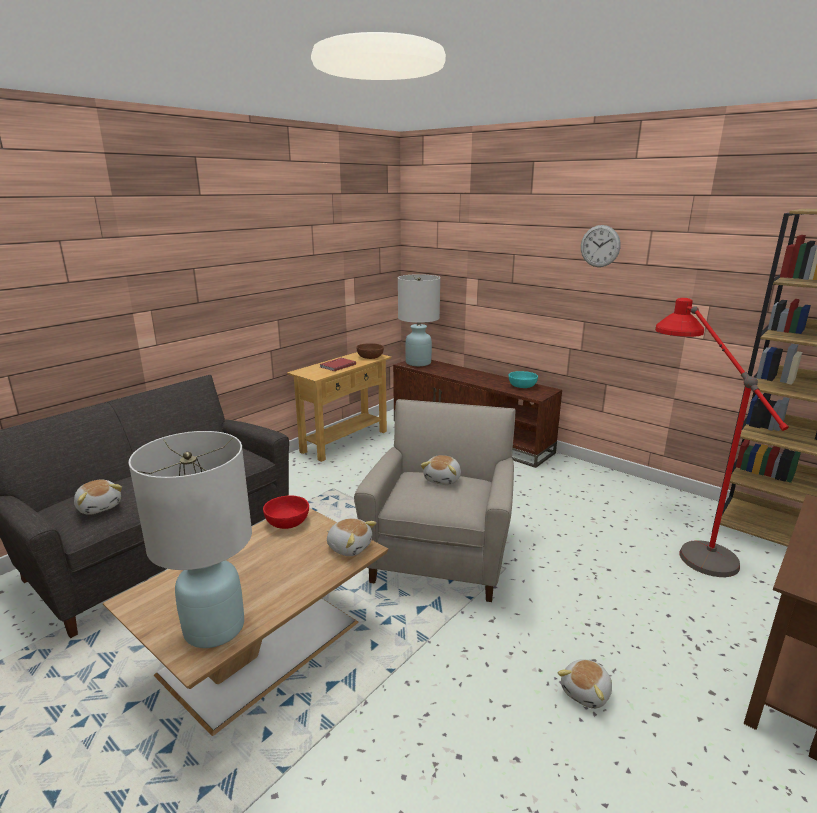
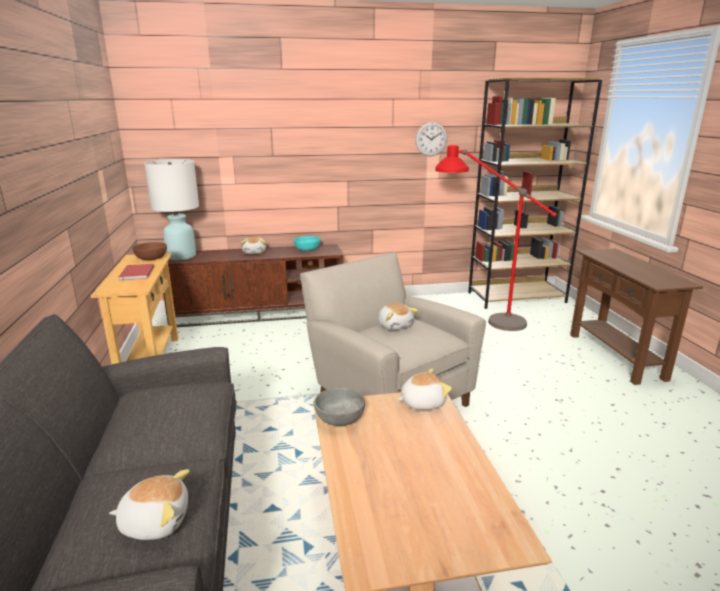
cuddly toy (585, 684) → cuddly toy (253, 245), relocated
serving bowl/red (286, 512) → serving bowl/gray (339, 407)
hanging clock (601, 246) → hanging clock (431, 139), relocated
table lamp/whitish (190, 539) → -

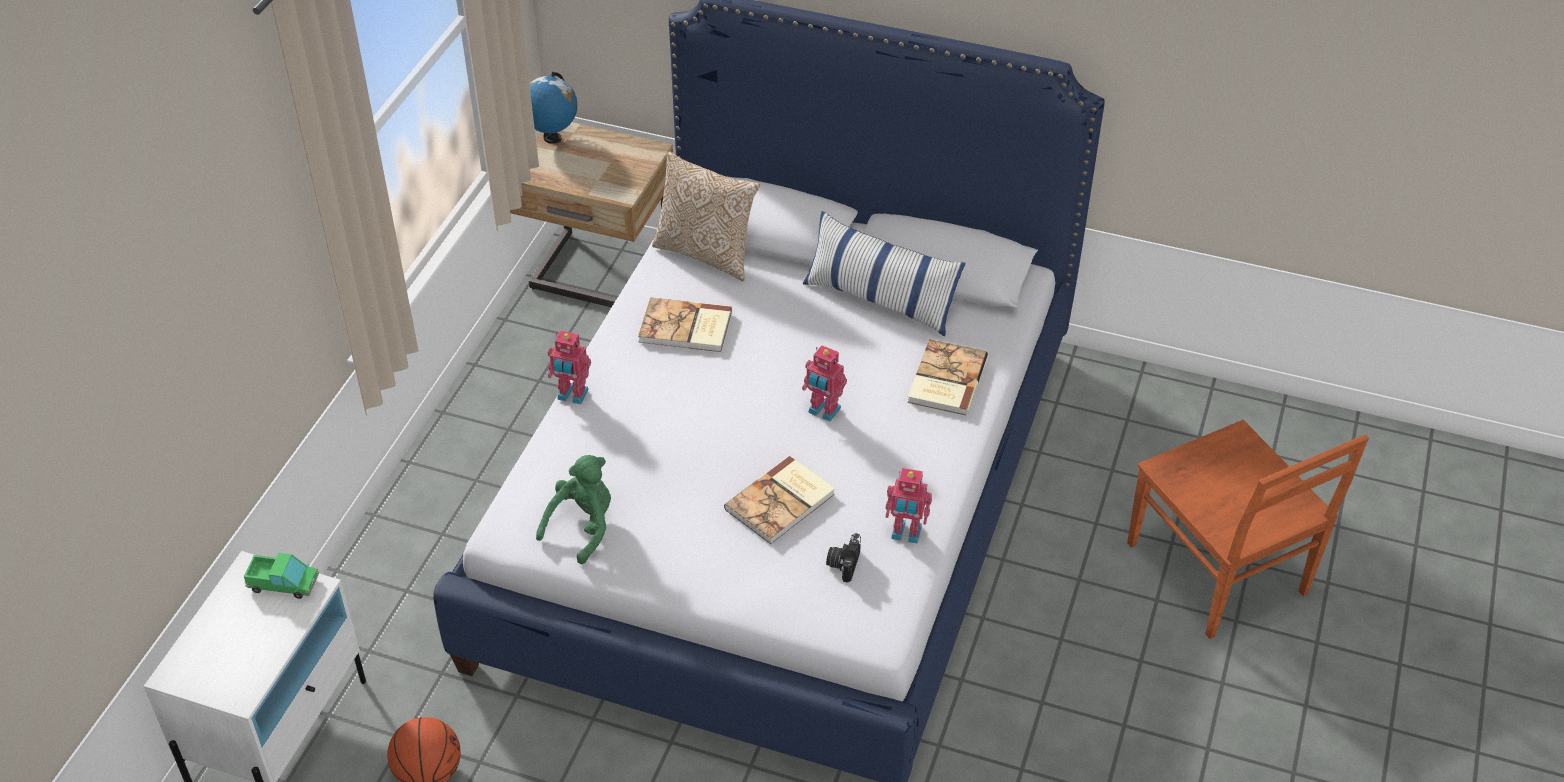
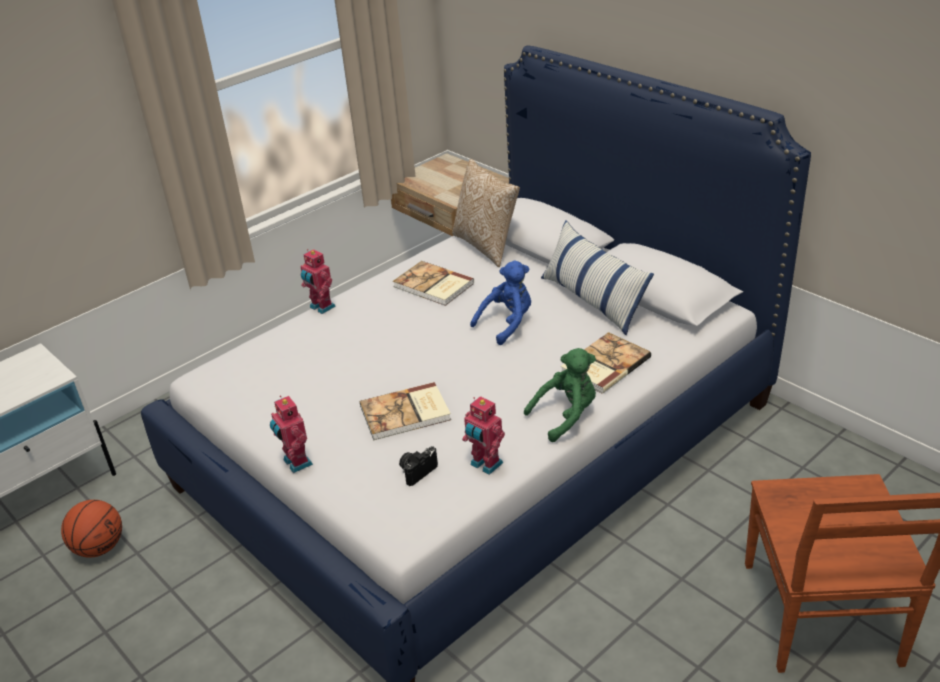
toy robot (824, 383) → toy robot (291, 434), relocated
- → cuddly toy/blue (500, 303)
cuddly toy/green (573, 509) → cuddly toy/green (560, 395), relocated
toy lorry (281, 576) → -
world globe (553, 108) → -

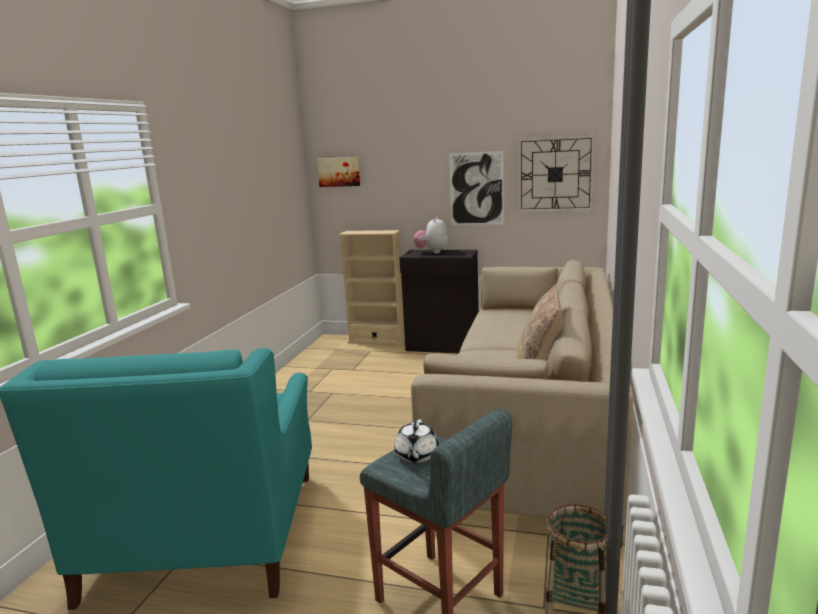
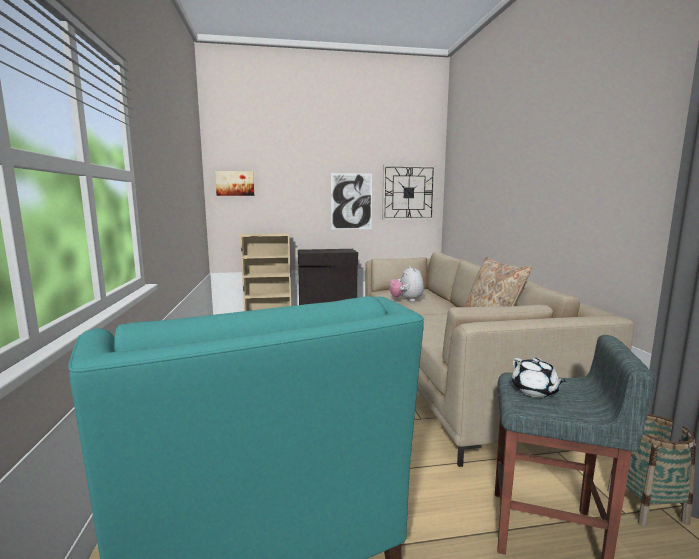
cuddly toy (430, 235) → cuddly toy (406, 284), relocated

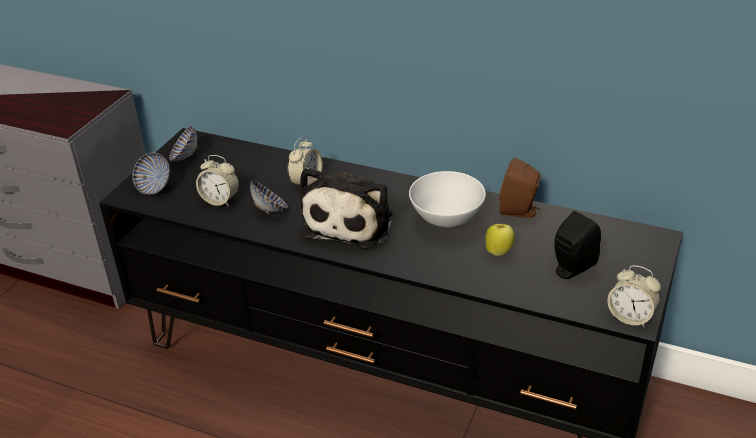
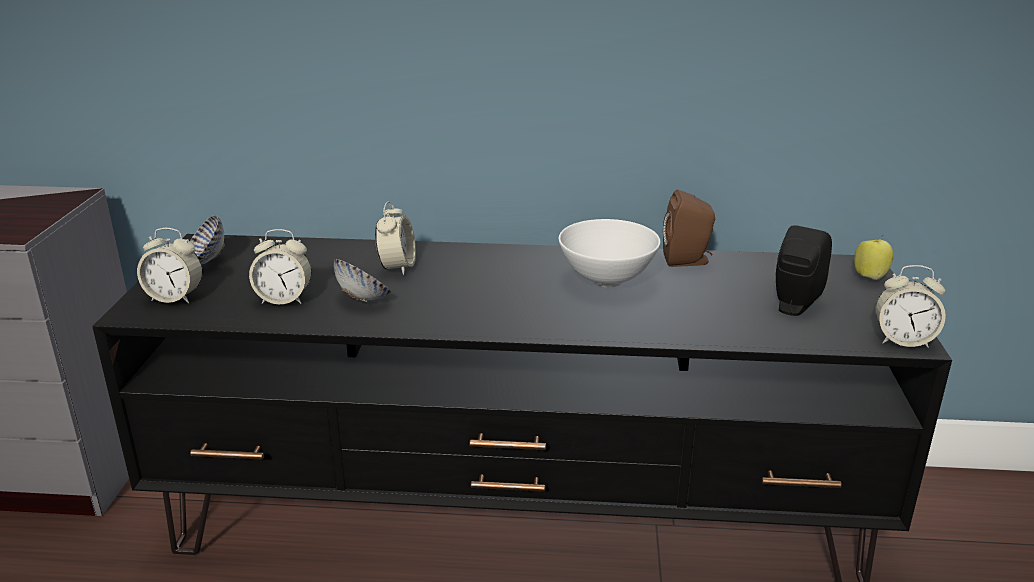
serving bowl (151, 174) → alarm clock (170, 266)
apple fruit (500, 240) → apple fruit (873, 257), relocated
cuddly toy (346, 208) → -

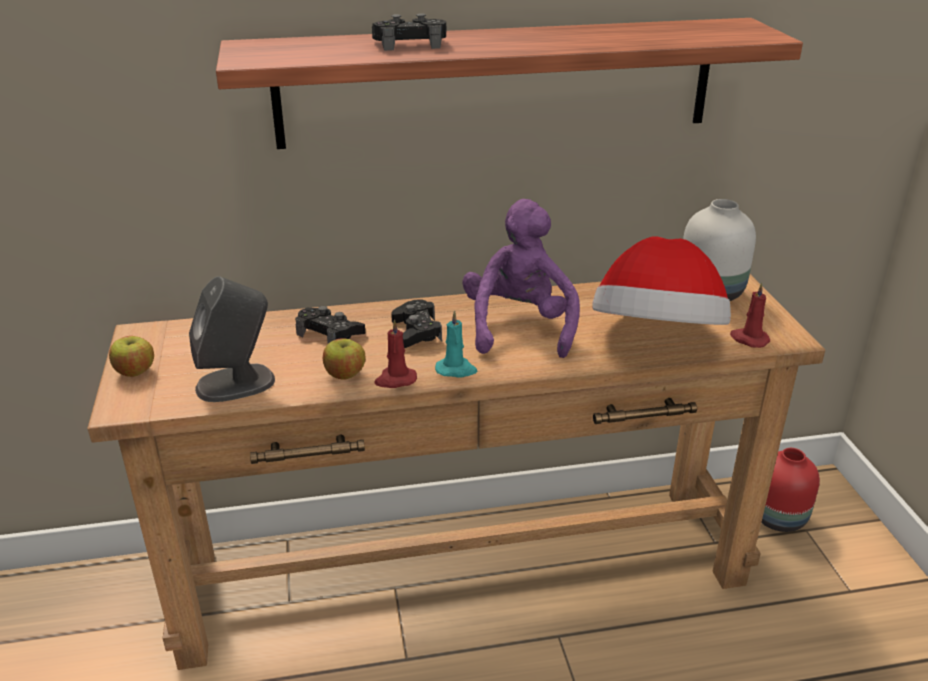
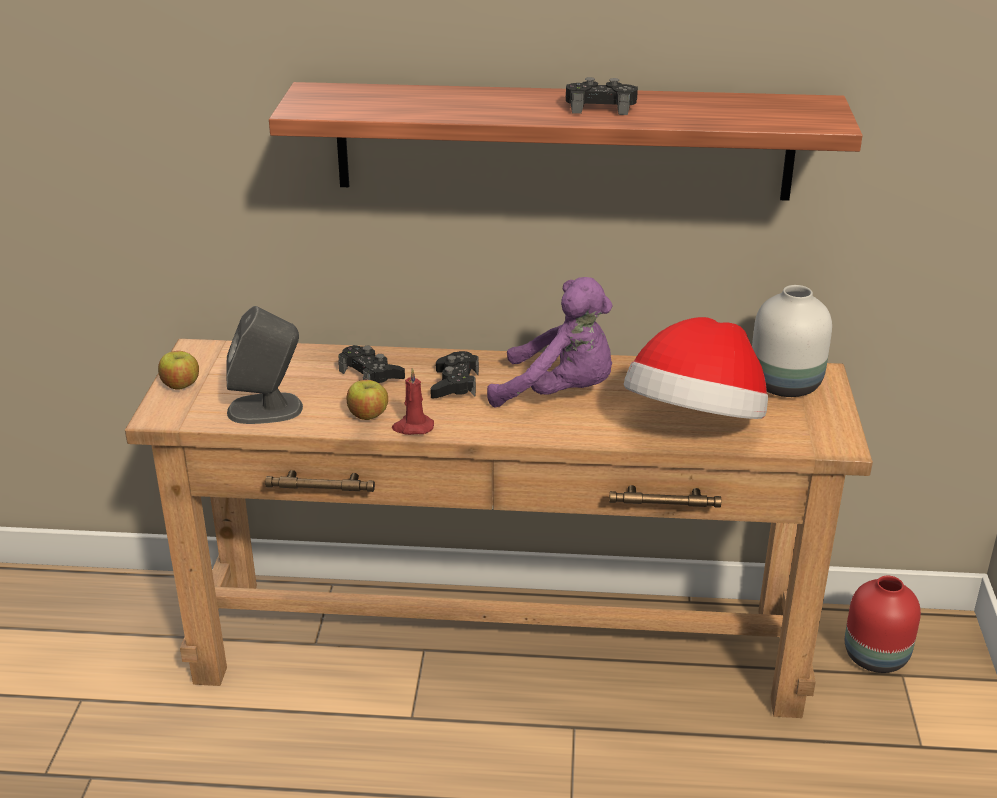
cuddly toy/purple (521, 278) → cuddly toy/purple (550, 342), 90 degrees clockwise
joypad/black-coloured (409, 32) → joypad/black-coloured (601, 96), relocated
wax light/turquoise-coloured (456, 344) → -
wax light/red (750, 315) → -

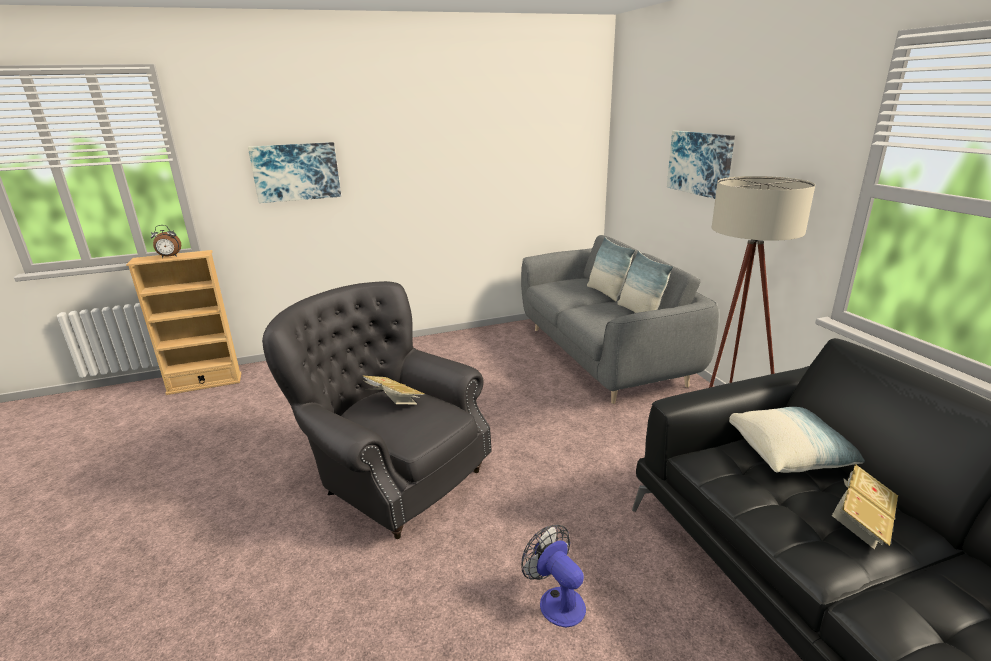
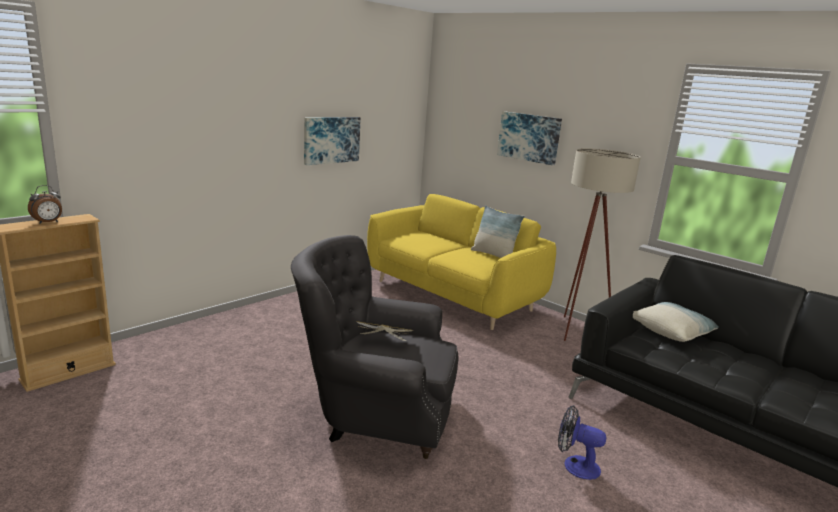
wall picture (294, 172) → wall picture (332, 141), relocated
couch/gray (620, 319) → couch/yellowish (461, 262)
throw pillow (611, 269) → -
volume (865, 506) → -

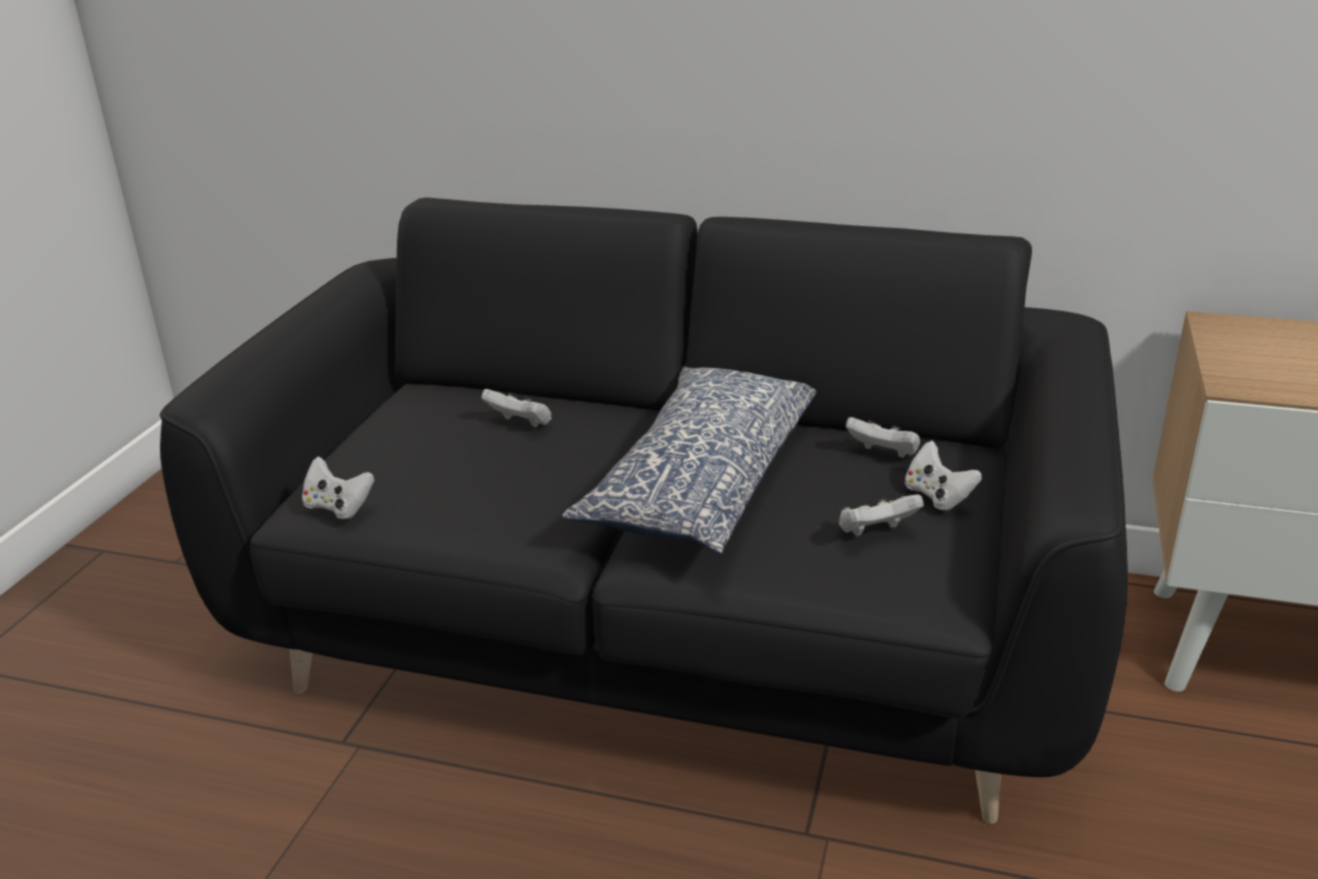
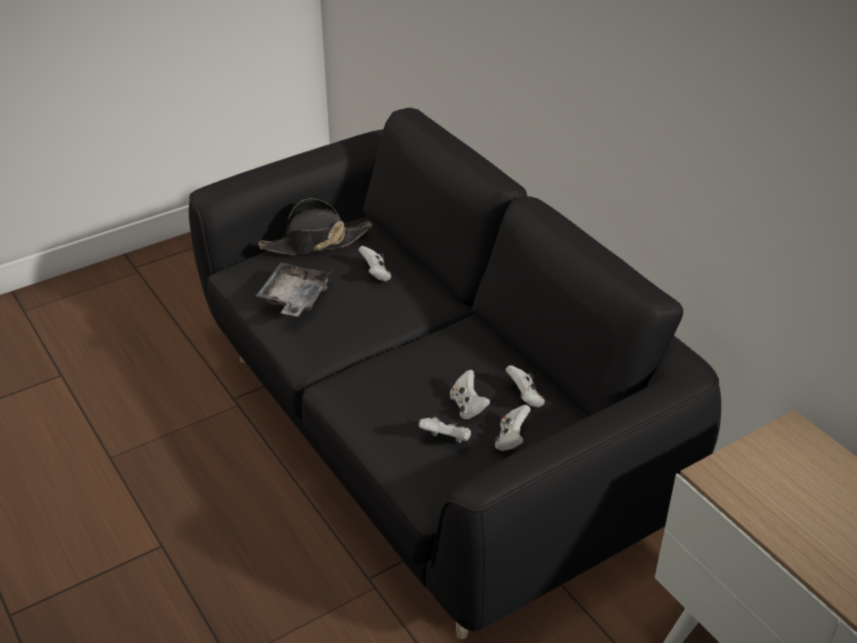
- → serving tray/gray (294, 289)
- → hat/black-coloured (315, 226)
joypad/whitish (338, 488) → joypad/whitish (470, 394), relocated
throw pillow (689, 460) → -

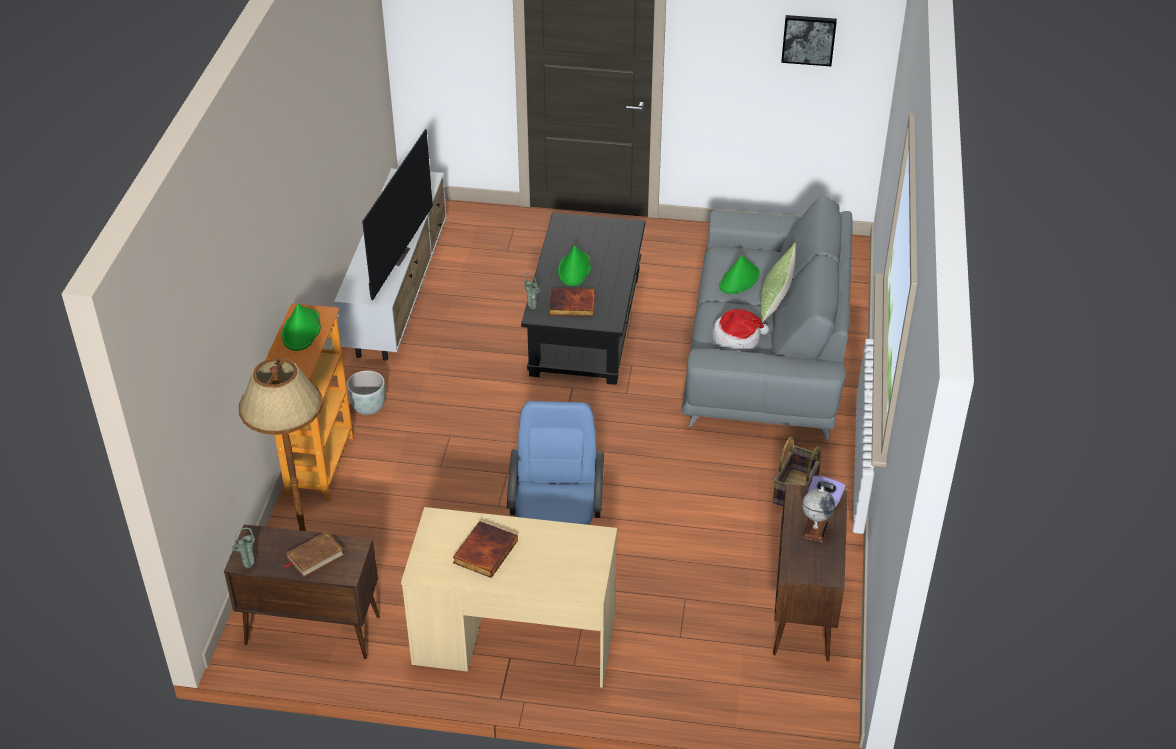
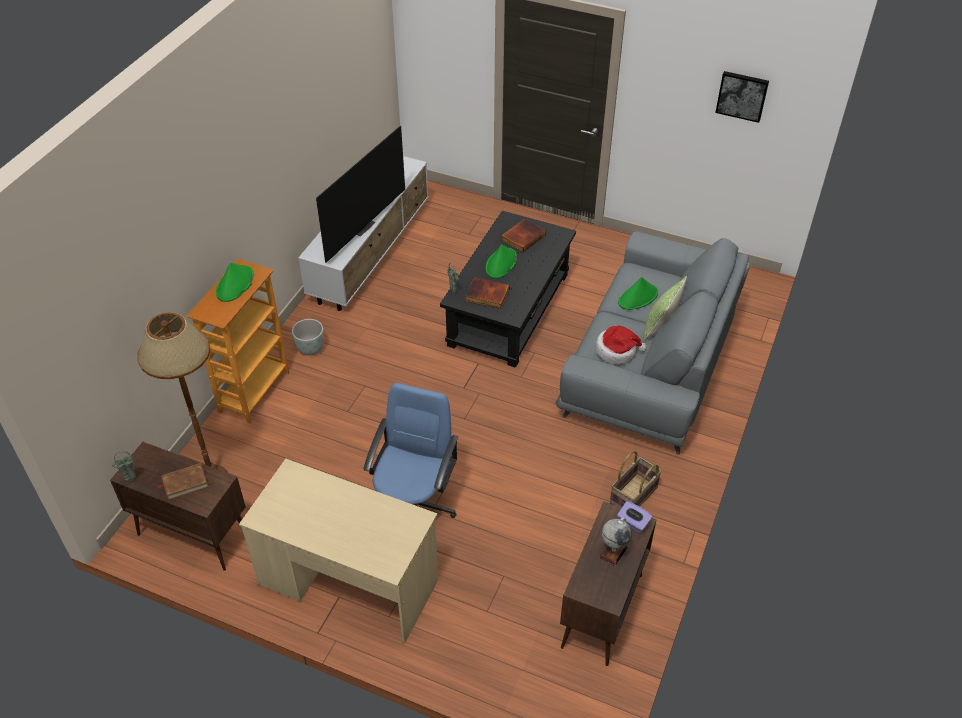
volume (485, 549) → volume (523, 235), relocated

